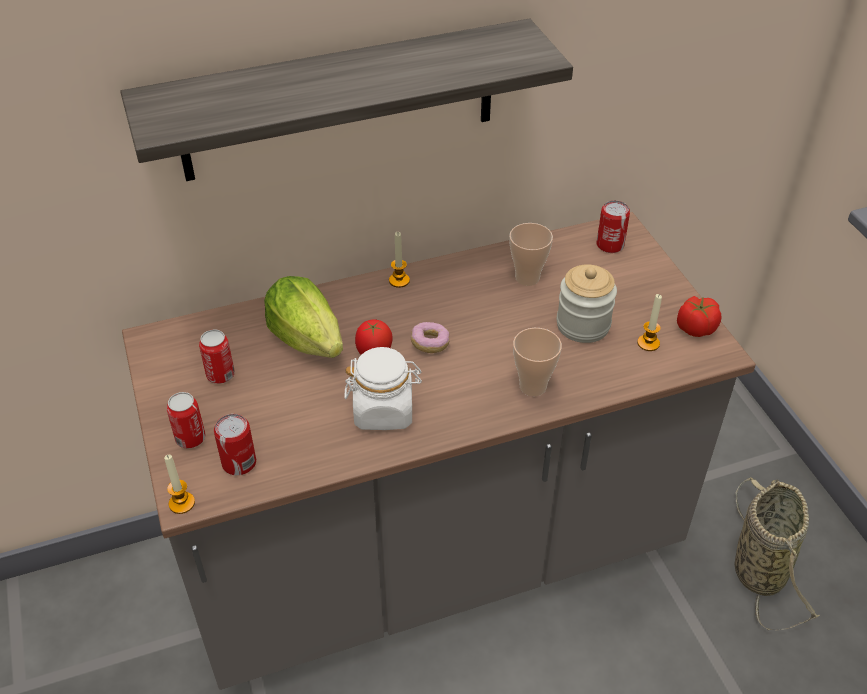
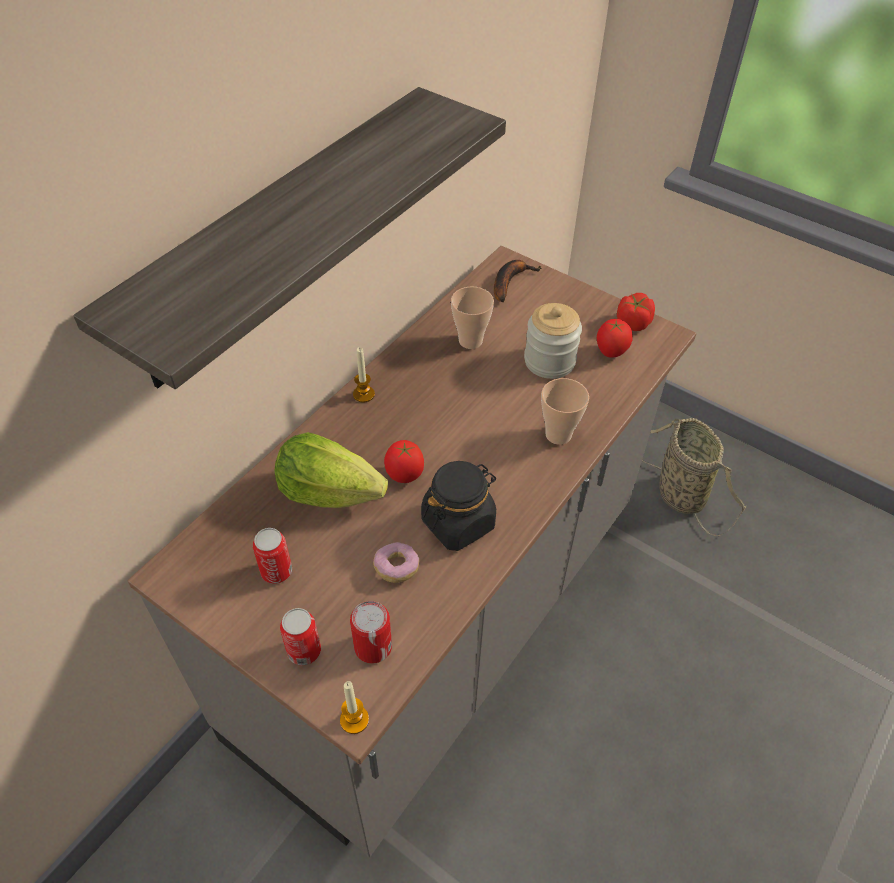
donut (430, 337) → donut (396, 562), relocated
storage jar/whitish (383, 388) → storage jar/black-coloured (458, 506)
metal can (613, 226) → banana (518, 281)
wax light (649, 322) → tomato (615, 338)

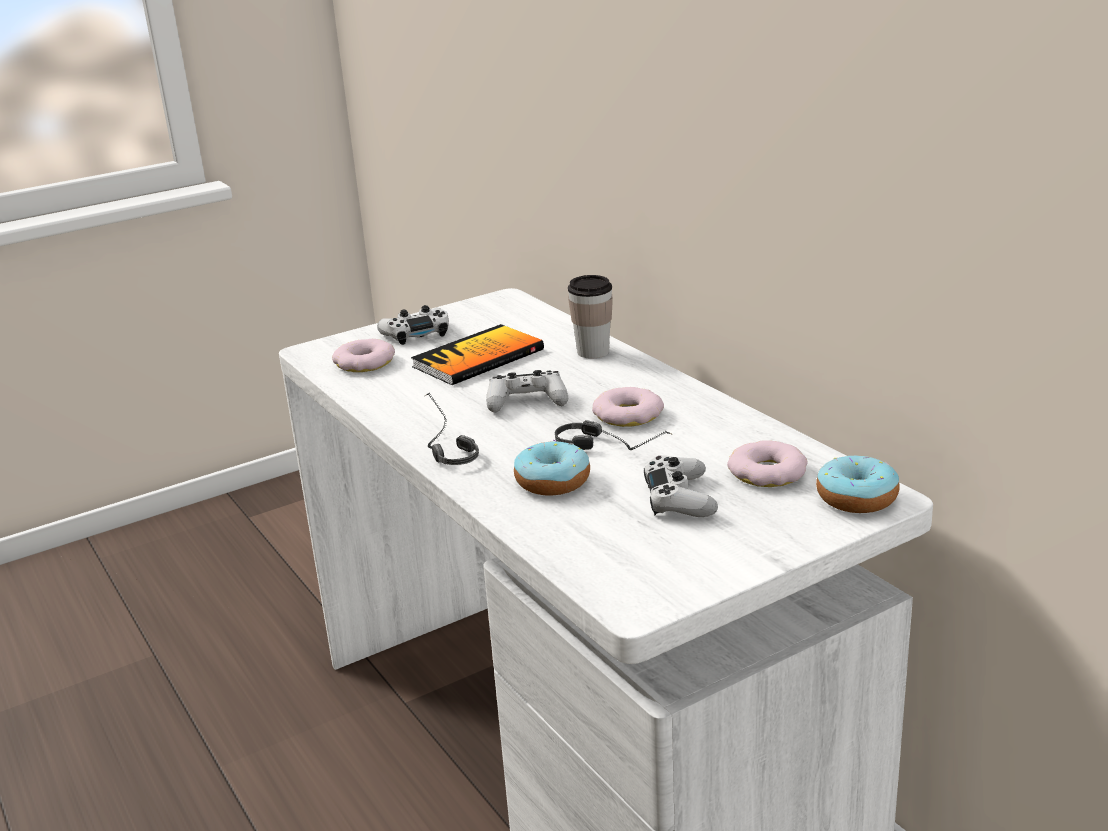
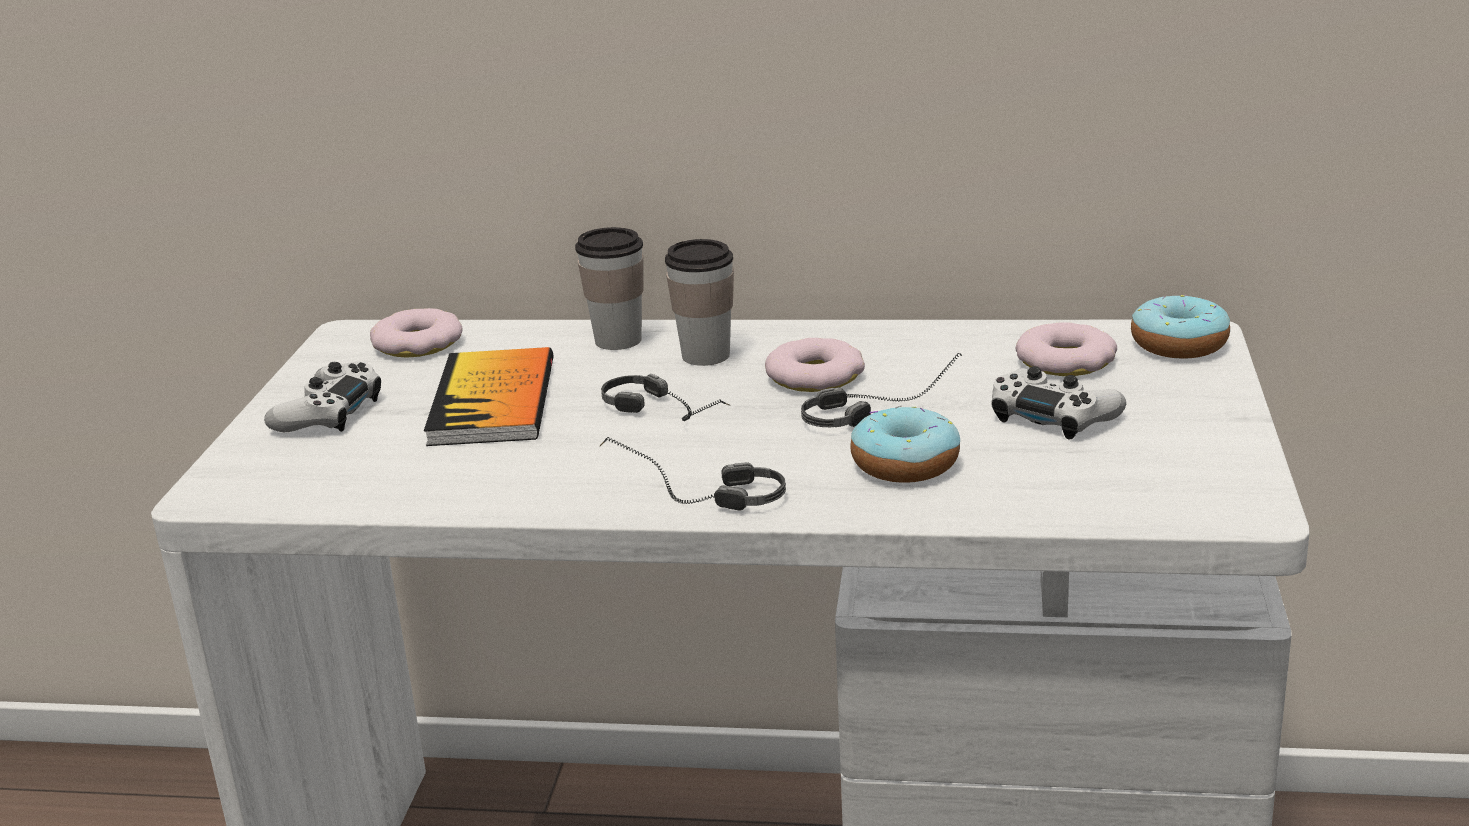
donut (363, 355) → donut (416, 333), relocated
joypad/whitish (527, 391) → headset (665, 397)
- → small cup (699, 302)

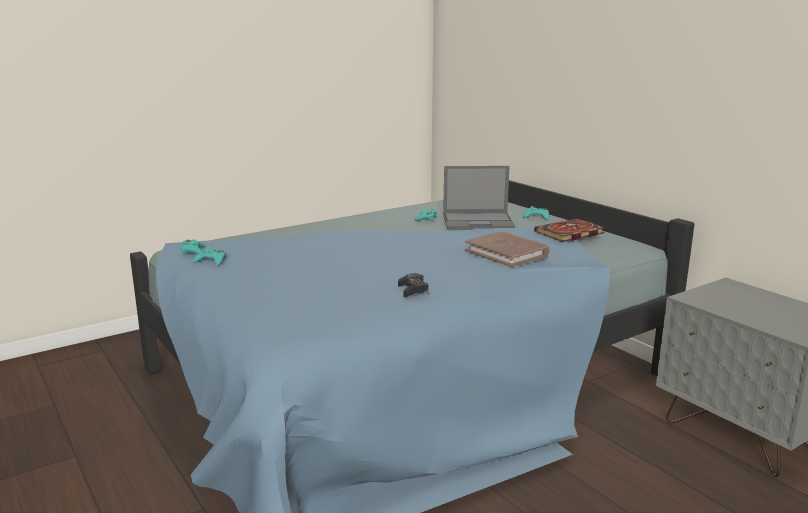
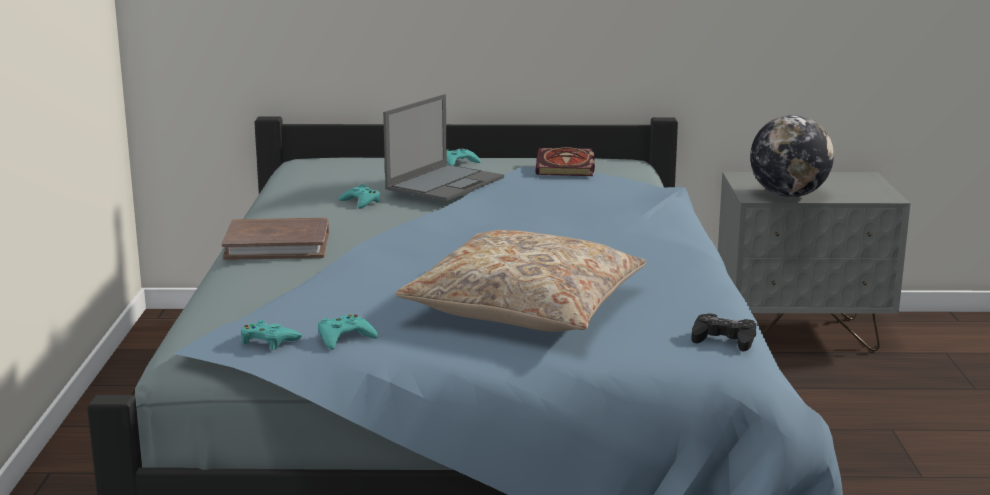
volume/brownish (507, 249) → volume/brownish (275, 239), relocated
- → throw pillow/sand-coloured (521, 281)
joypad/black-coloured (413, 285) → joypad/black-coloured (723, 332), relocated
- → world globe (792, 156)

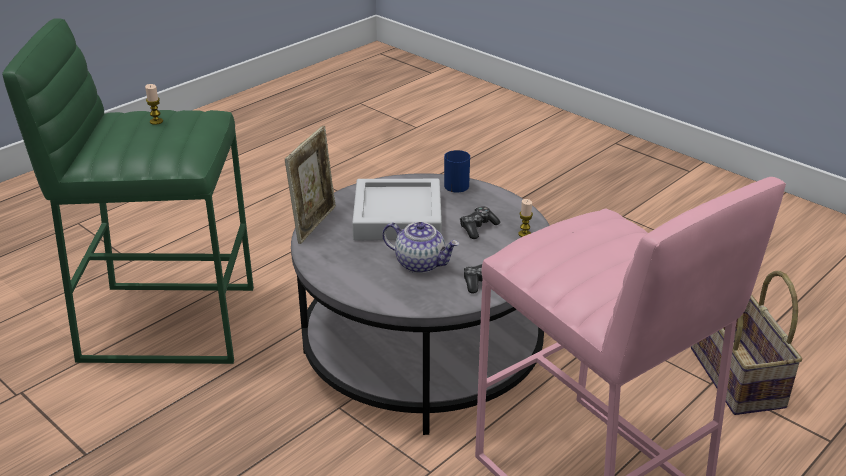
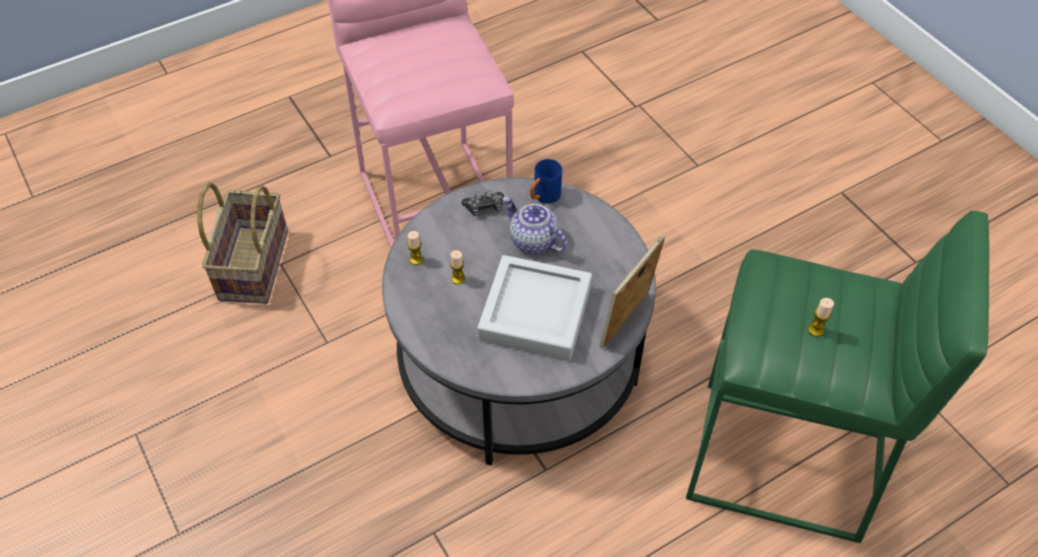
joypad (480, 222) → wax light (457, 267)
mug/blue (457, 171) → mug/blue (546, 181), relocated

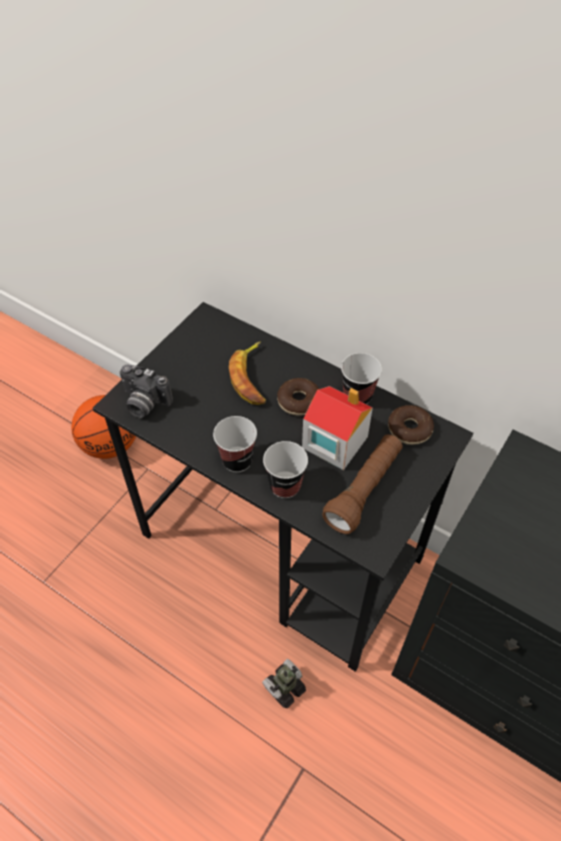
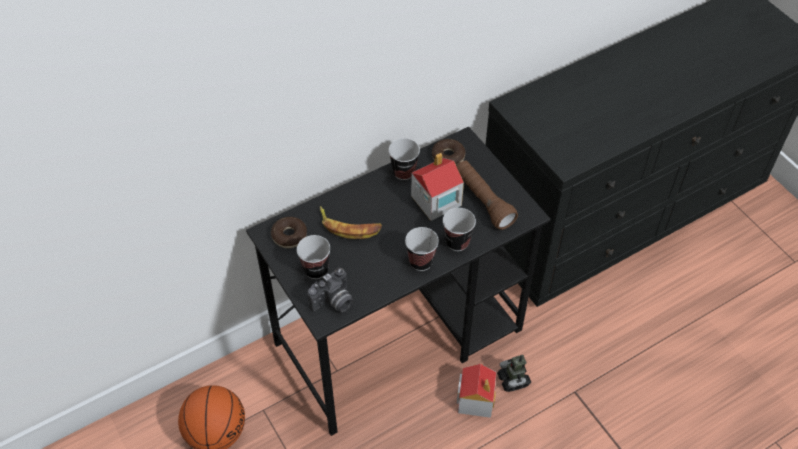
donut (298, 397) → donut (289, 232), relocated
- → small cup (313, 257)
- → model house (476, 391)

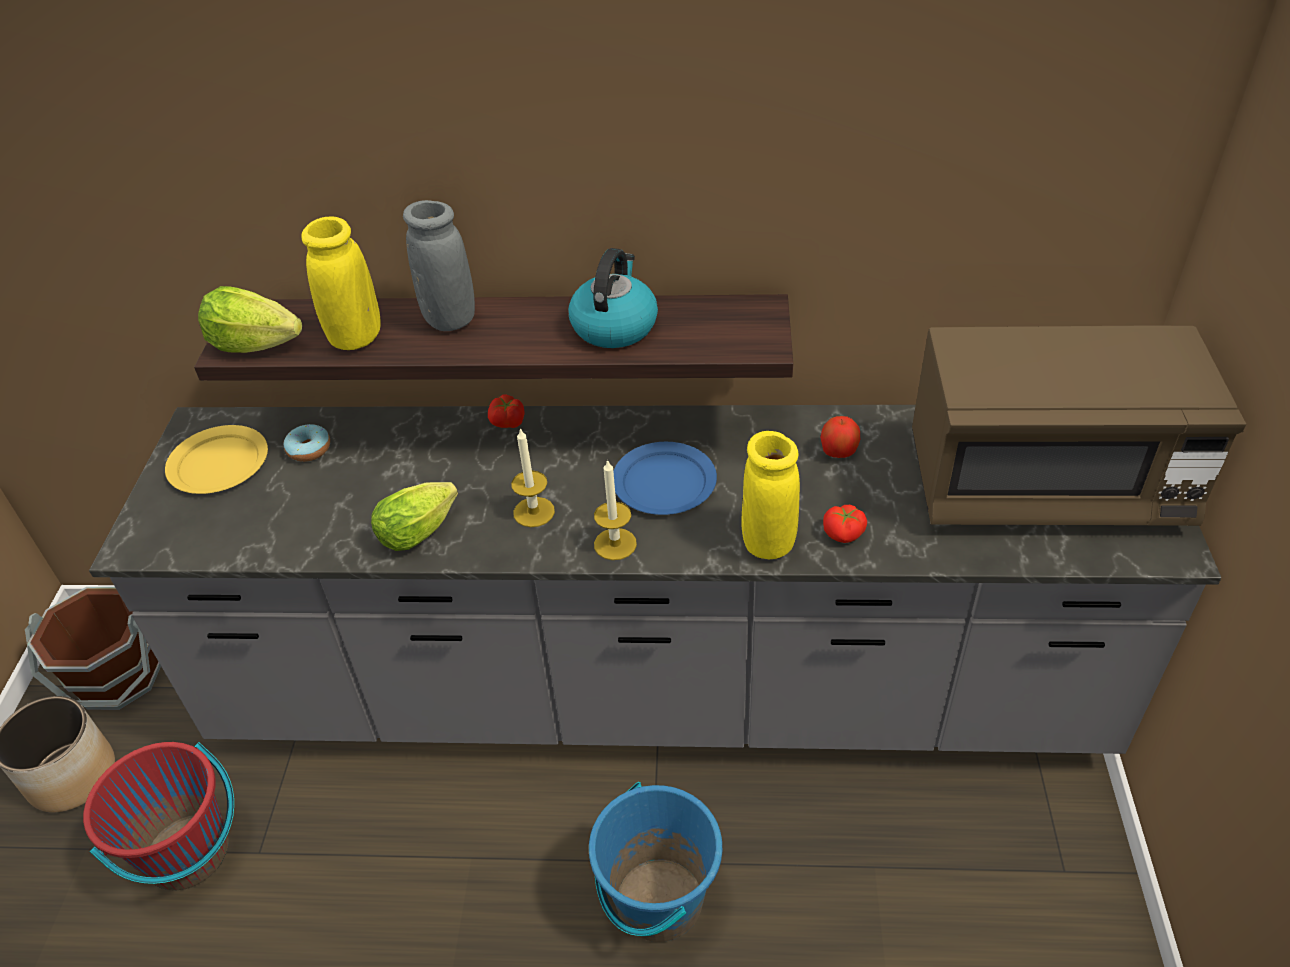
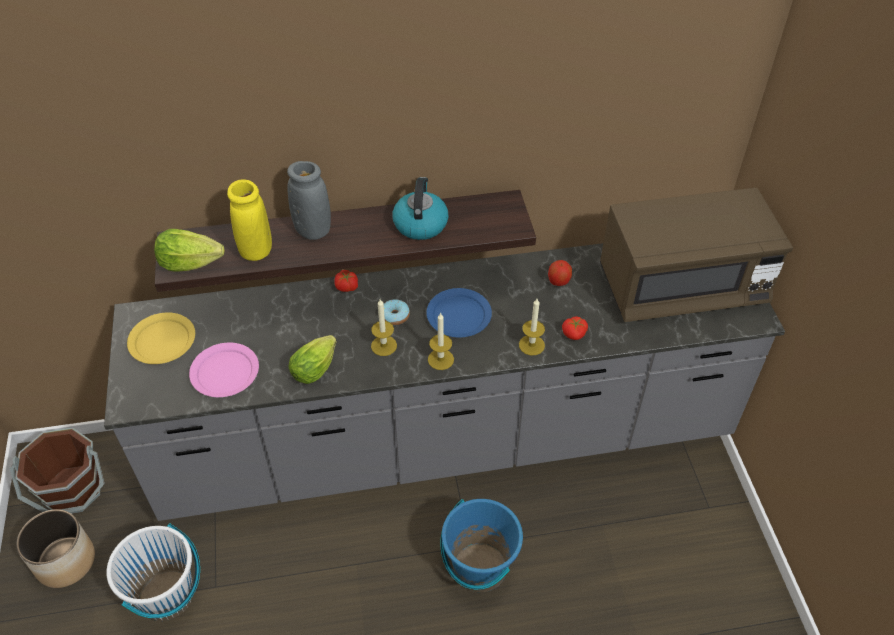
bucket/red (158, 816) → bucket/whitish (153, 572)
- → flat dish/pinkish (224, 370)
donut (306, 443) → donut (397, 312), relocated
decorative vase/yellowish (770, 495) → wax light (532, 327)

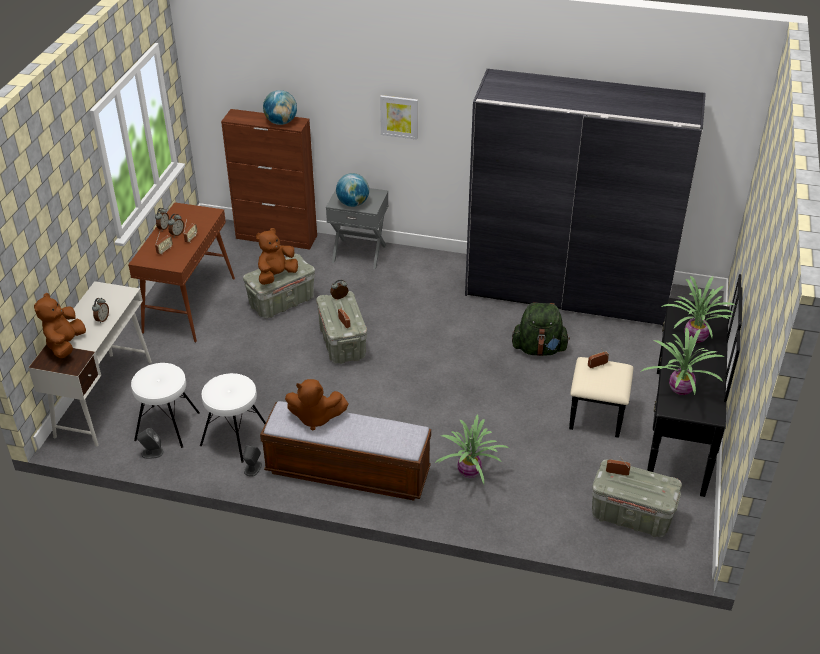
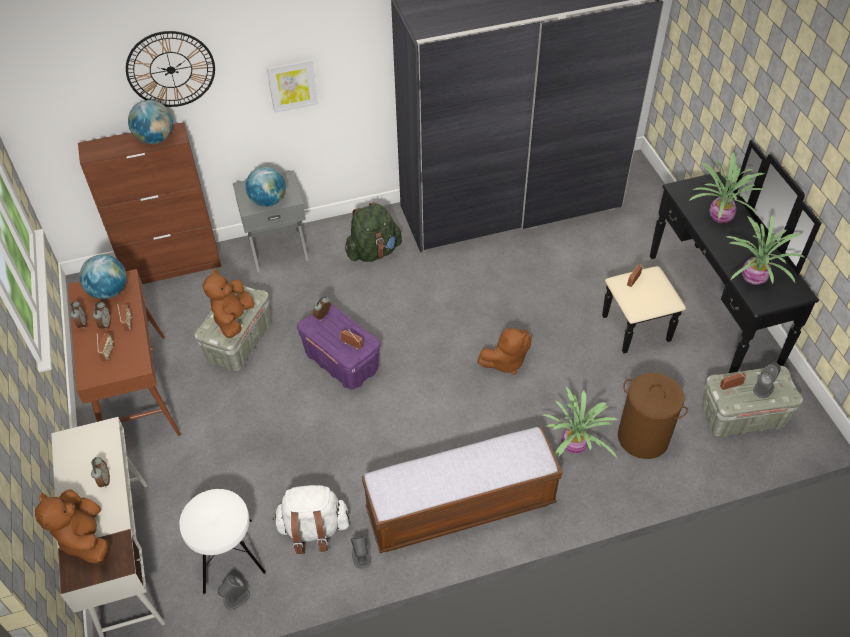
- → world globe (103, 277)
- → hanging clock (170, 69)
sitting stool/whitish (233, 418) → rucksack/whitish (311, 519)
storage container/gray (341, 327) → storage container/purple (338, 346)
rucksack/green (541, 329) → rucksack/green (373, 232), relocated
cuddly toy/brownish (317, 405) → cuddly toy/brownish (504, 351), relocated
- → hamper/brownish (653, 416)
- → loudspeaker/gray (767, 380)

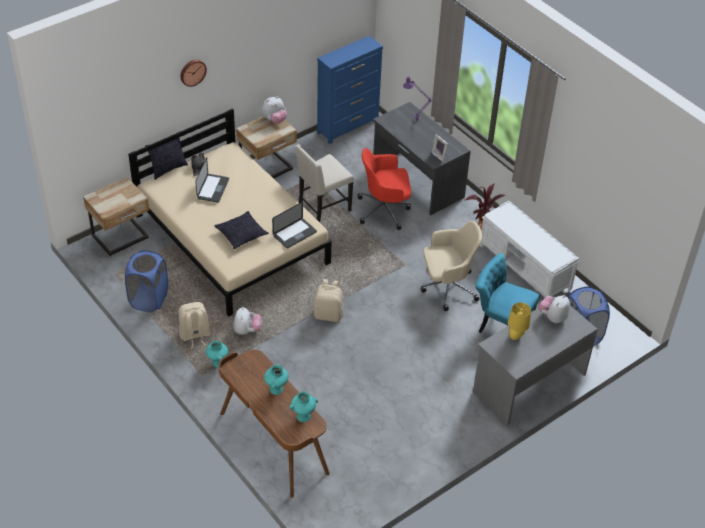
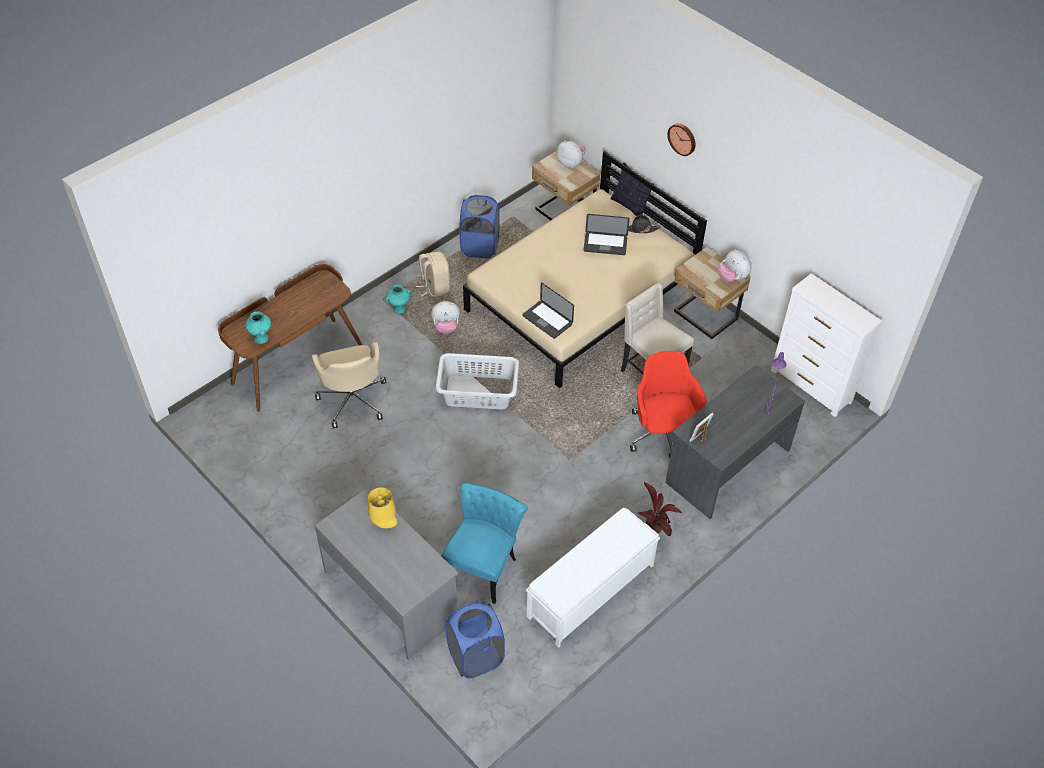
desk chair/sand-coloured (451, 266) → desk chair/sand-coloured (349, 385), relocated
rucksack/sand-coloured (328, 300) → hamper/gray (477, 381)
cuddly toy (554, 309) → cuddly toy (571, 154), relocated
dresser/blue (350, 90) → dresser/whitish (826, 345)
throw pillow (241, 230) → -
decorative vase/turquoise-coloured (276, 379) → -

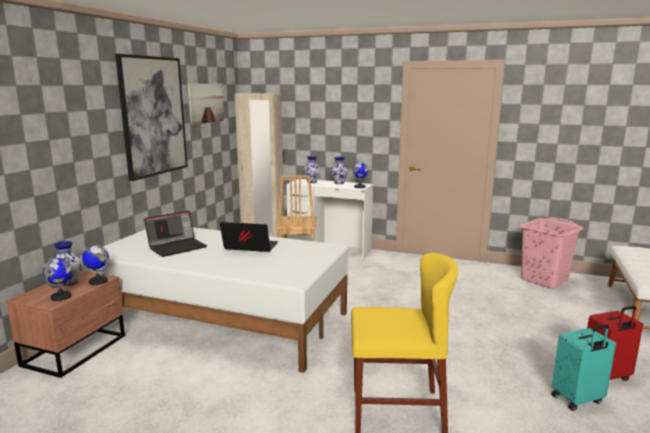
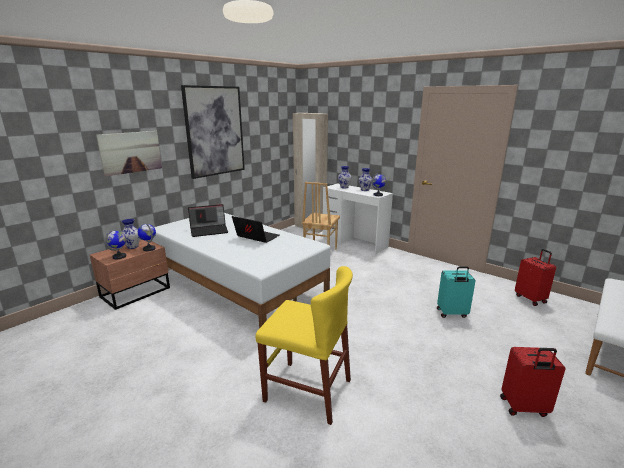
wall picture (206, 104) → wall picture (129, 154), relocated
piece of luggage/turquoise-coloured (583, 367) → piece of luggage/turquoise-coloured (456, 292), relocated
hamper/pinkish (551, 253) → piece of luggage/red (535, 277)

